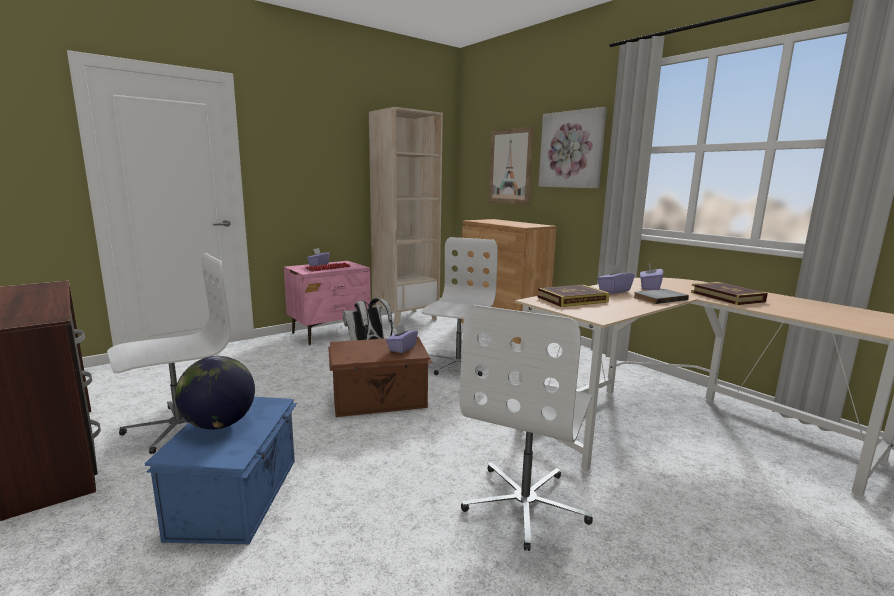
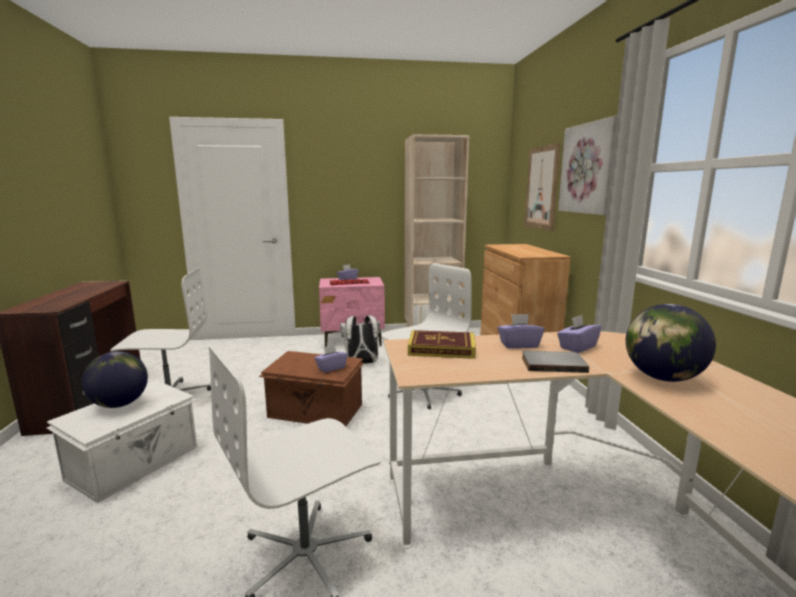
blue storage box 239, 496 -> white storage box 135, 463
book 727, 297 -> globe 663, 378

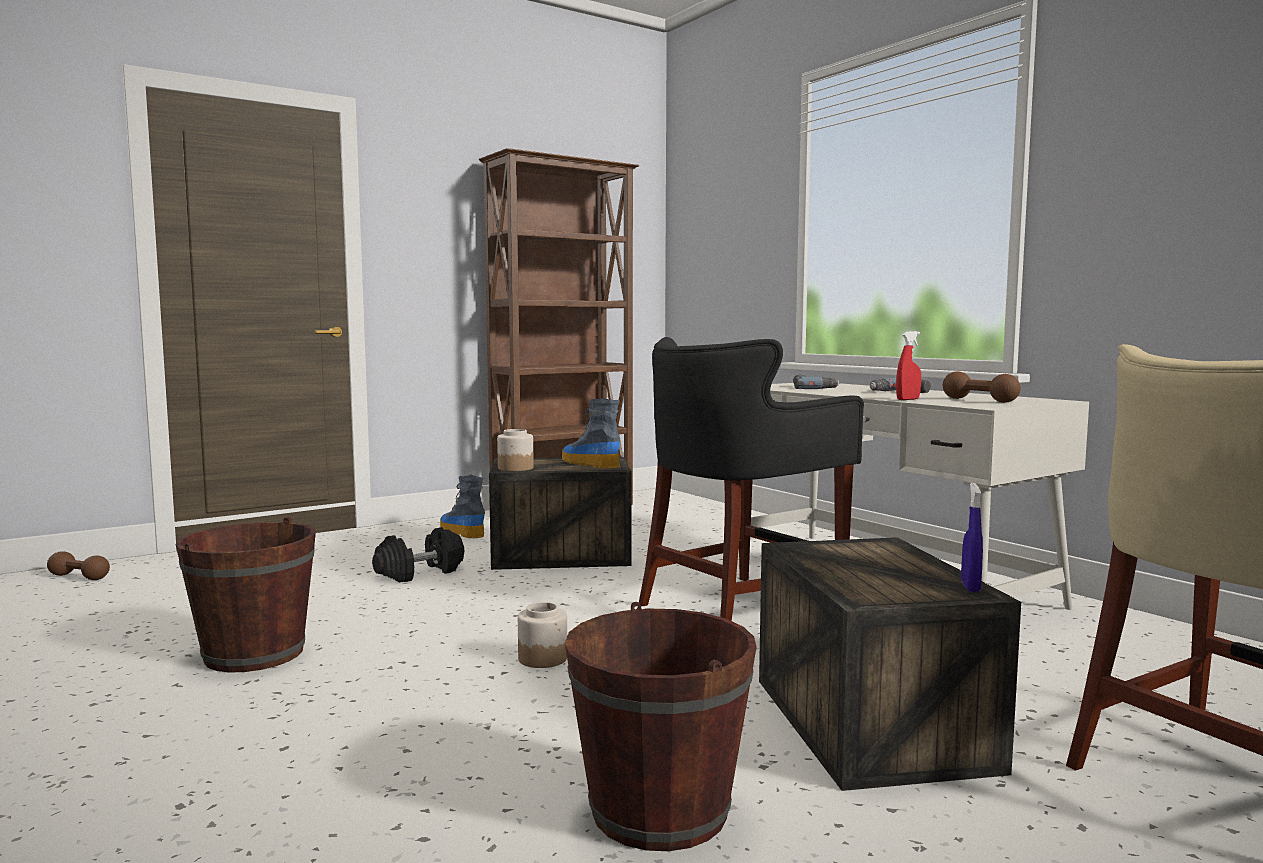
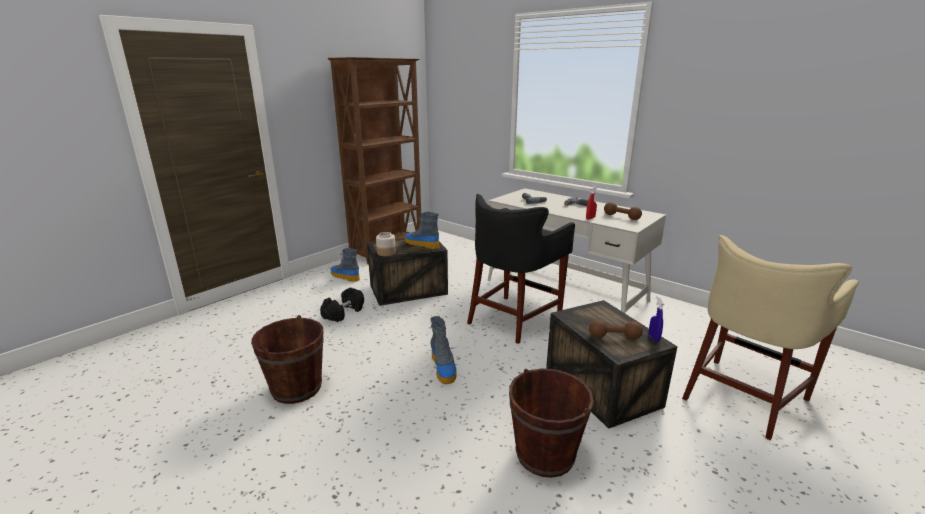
brown dumbbell 79, 577 -> brown dumbbell 614, 337, shifted
jar 543, 658 -> boot 443, 368

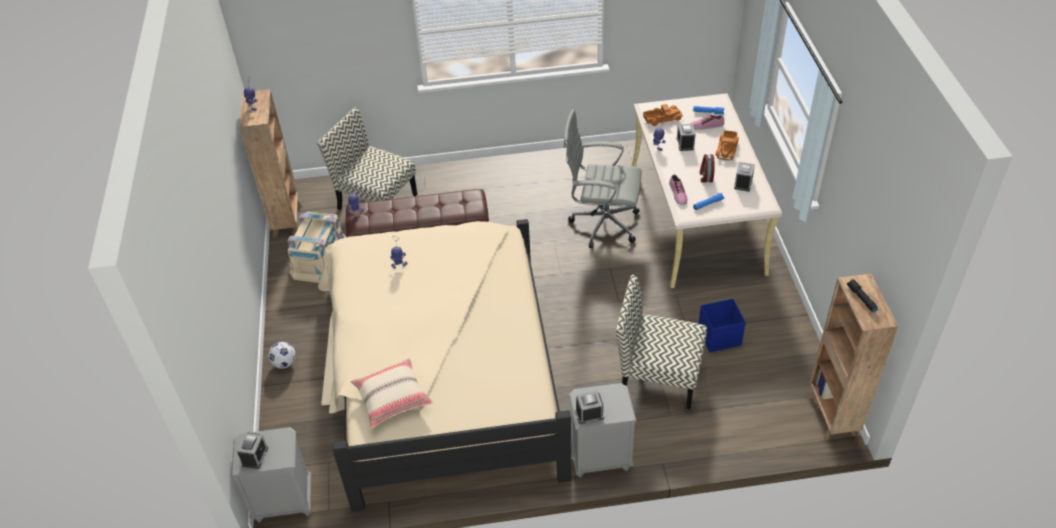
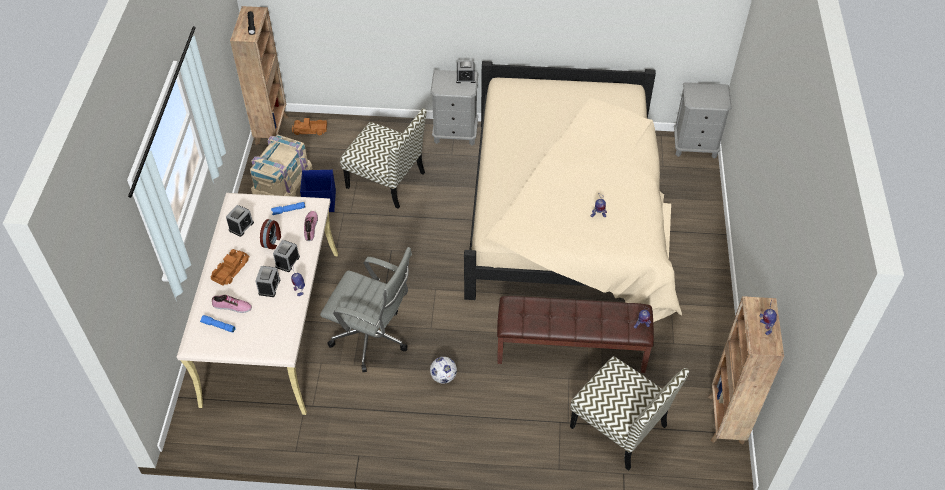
alarm clock 255, 456 -> alarm clock 287, 261, shifted
football 284, 363 -> football 443, 377, shifted
beige storage box 320, 258 -> beige storage box 282, 179, shifted
beige pillow 392, 398 -> none
toy truck 662, 118 -> toy truck 310, 130, shifted

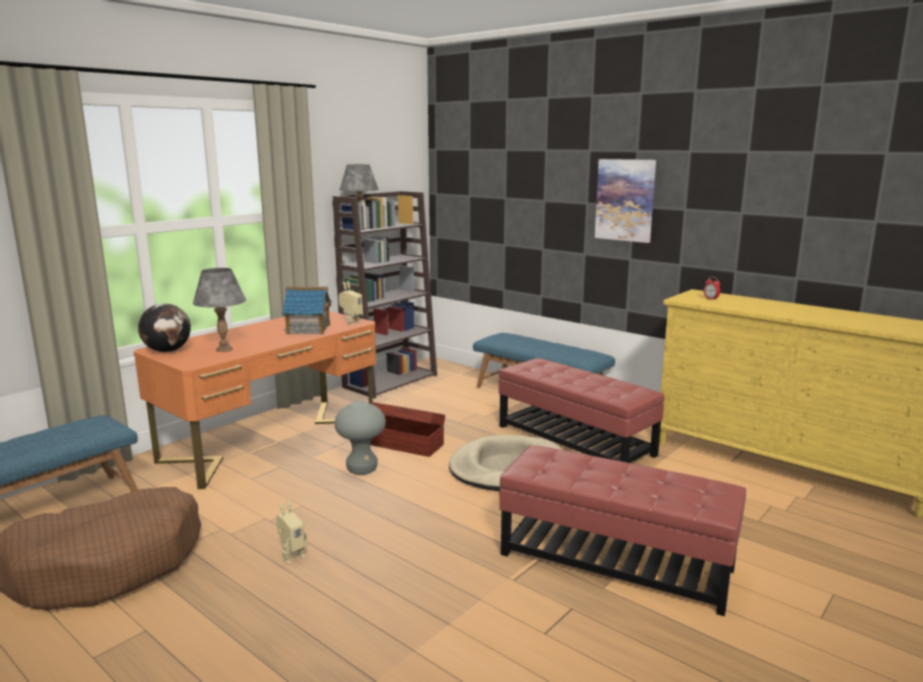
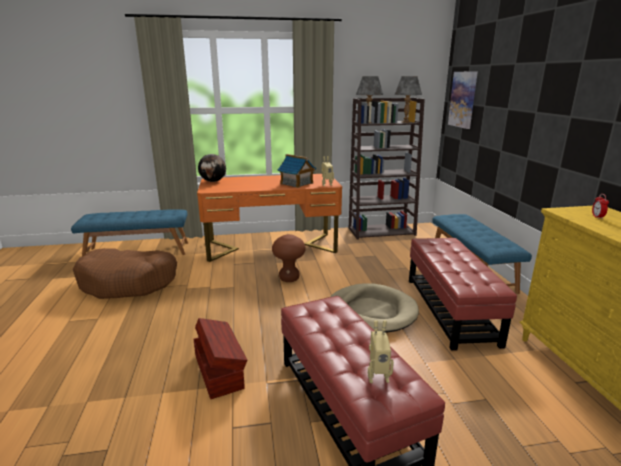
grey table lamp 224, 349 -> grey table lamp 405, 122, shifted
toy robot 292, 556 -> toy robot 377, 376, shifted
grey stool 362, 469 -> brown stool 289, 278
brown storage box 406, 444 -> brown storage box 219, 370, shifted
picture 625, 200 -> picture 463, 99, shifted

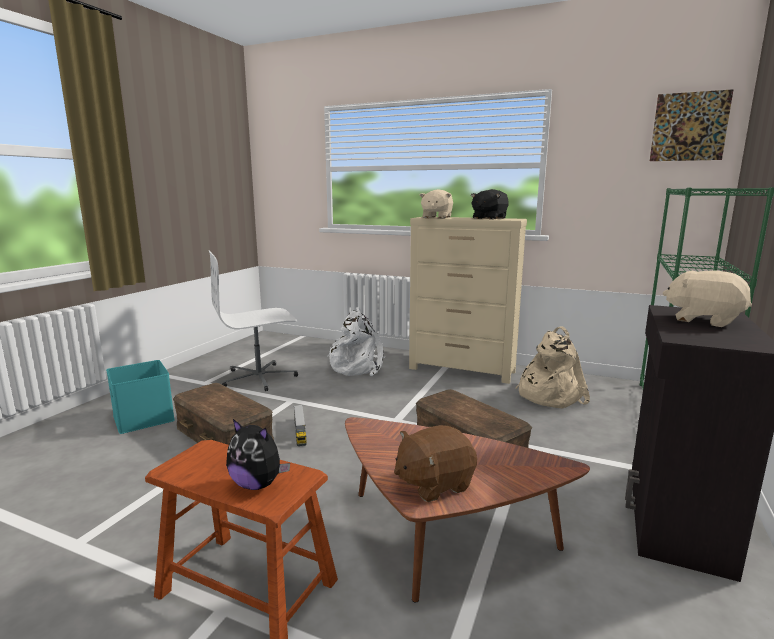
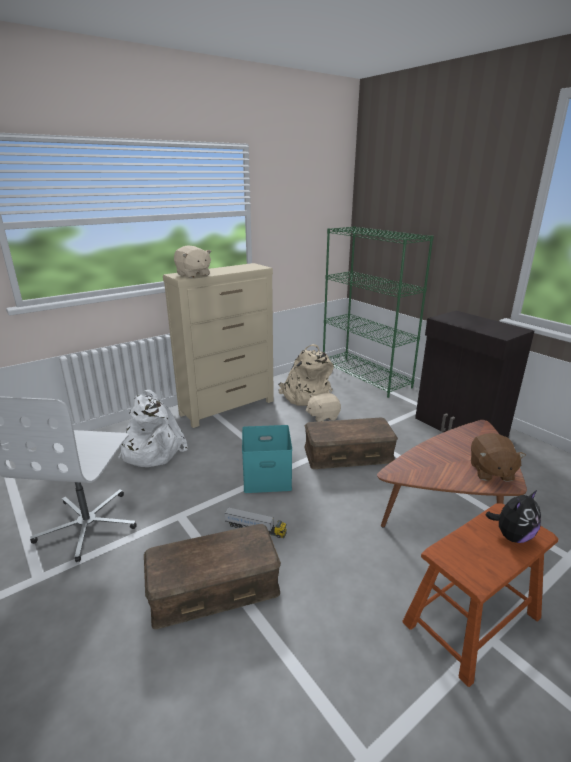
turquoise storage box 145, 418 -> turquoise storage box 268, 476, shifted
black plush toy 488, 218 -> none
picture 689, 127 -> none
beige plush toy 703, 320 -> beige plush toy 322, 416, shifted

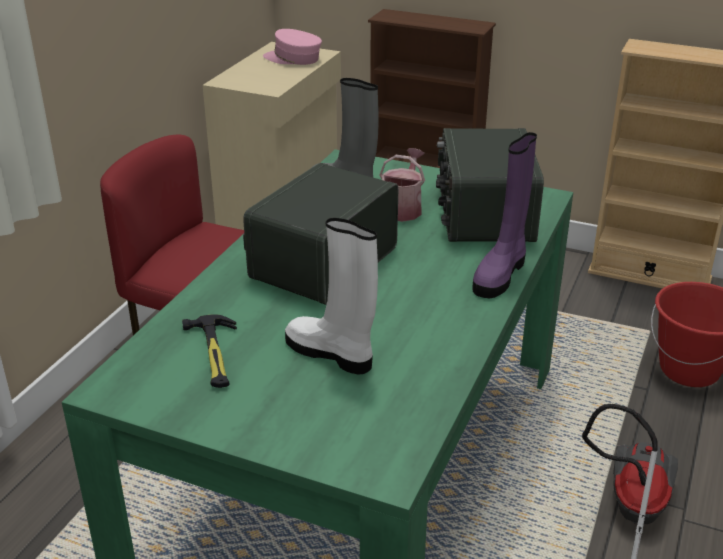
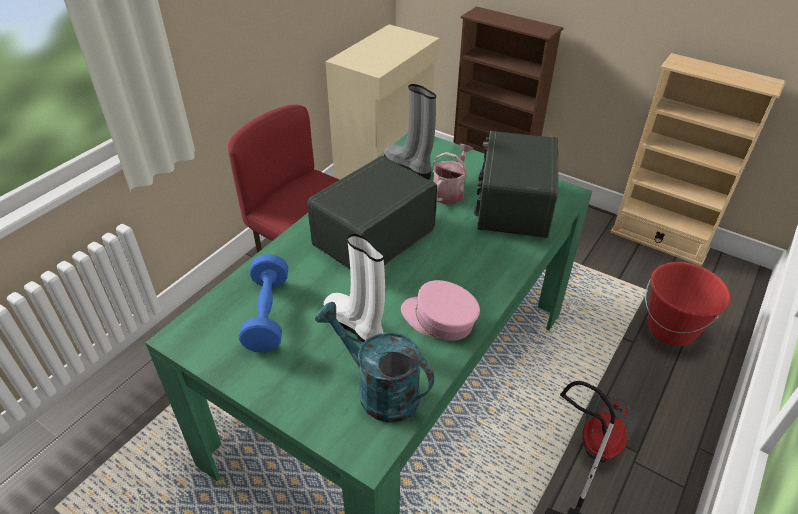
hammer 214, 354 -> blue dumbbell 267, 314
pink cap 293, 58 -> pink cap 439, 319, shifted
purple boot 500, 274 -> none
none -> turquoise watering can 378, 390

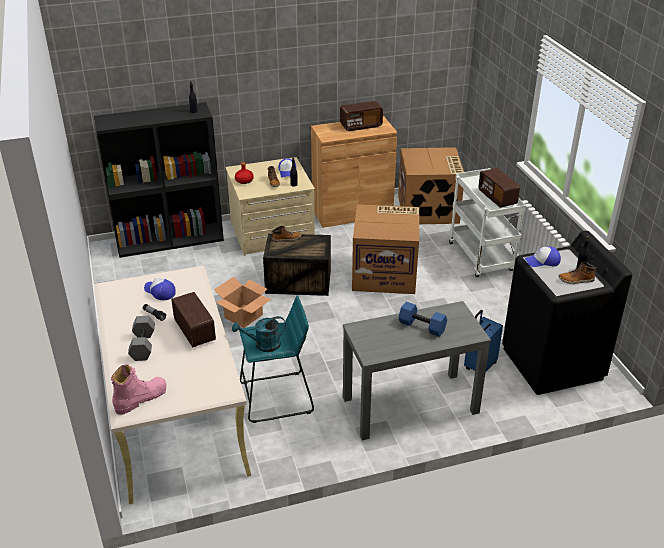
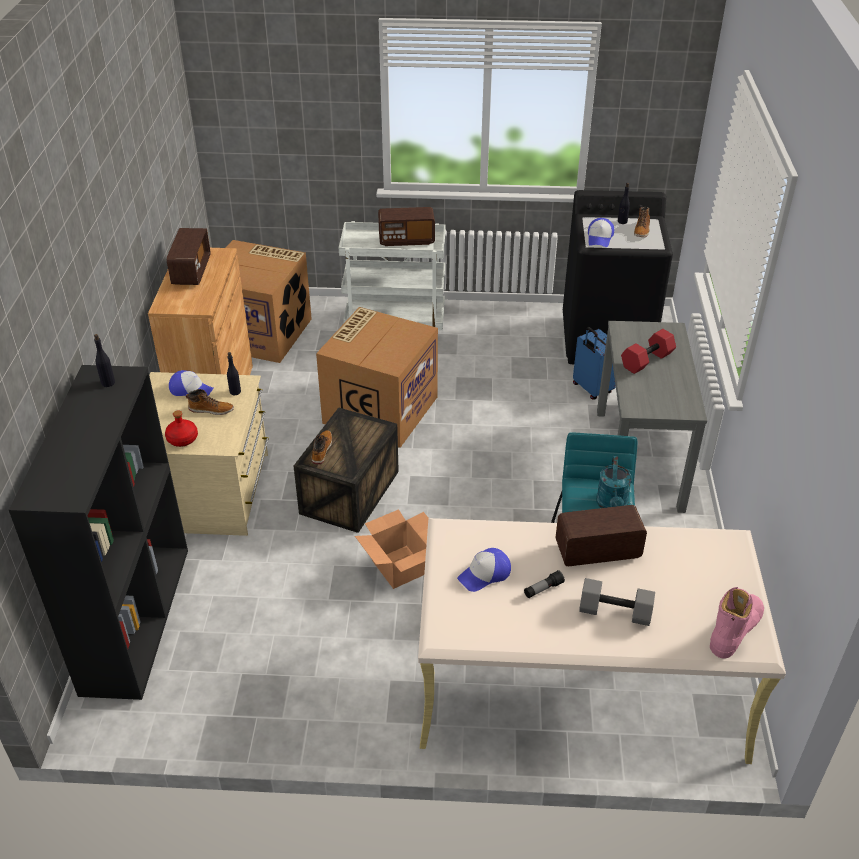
pink boot 140, 399 -> pink boot 735, 630, 60 degrees clockwise
blue dumbbell 421, 327 -> red dumbbell 647, 361

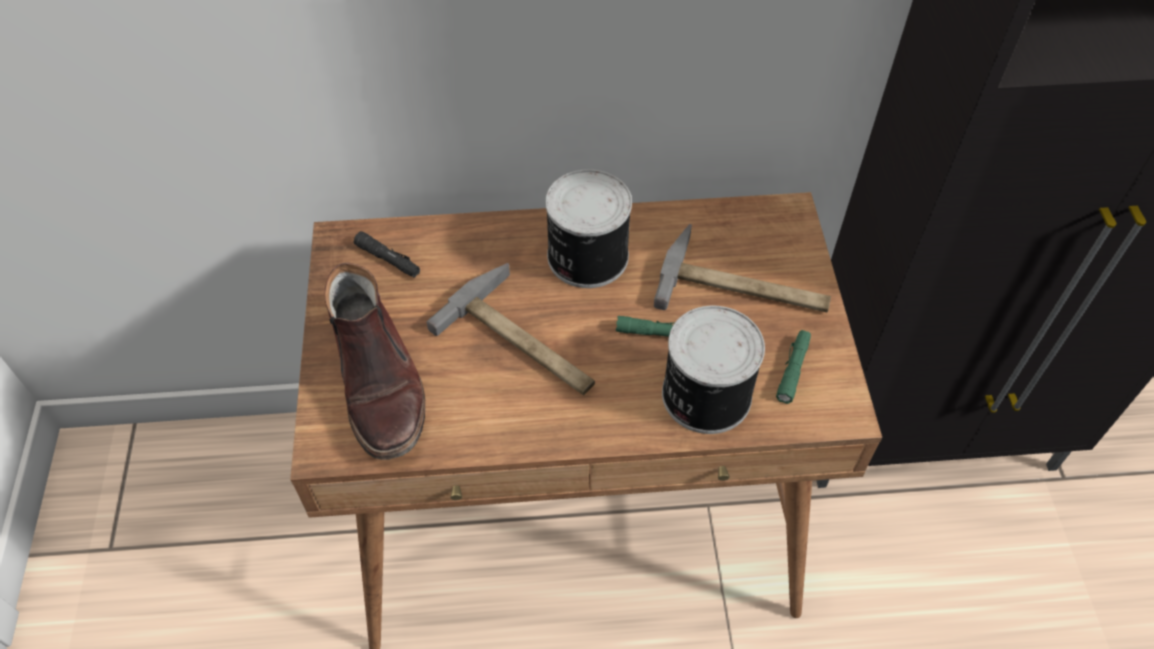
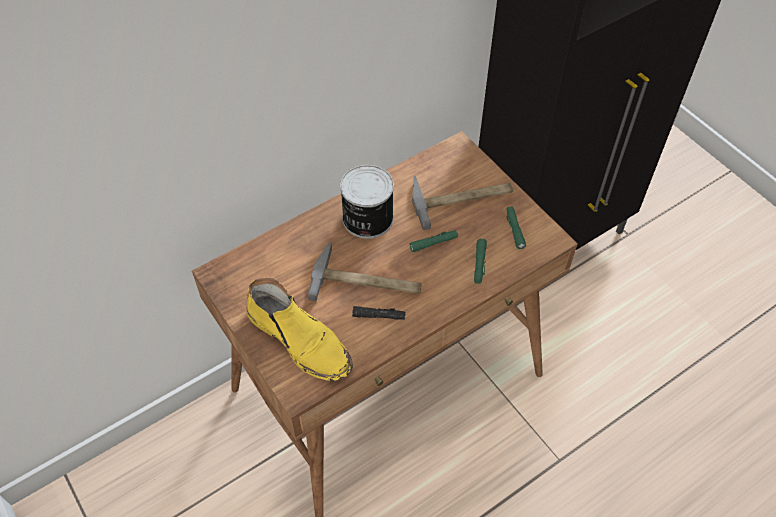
brown boot 379, 380 -> yellow boot 301, 340
black flashlight 388, 259 -> black flashlight 379, 316, shifted
can 704, 395 -> green flashlight 479, 264

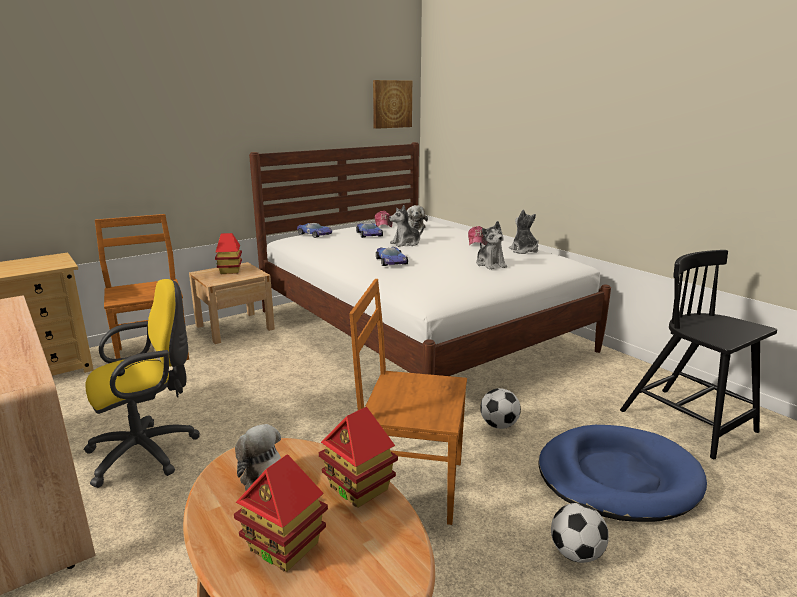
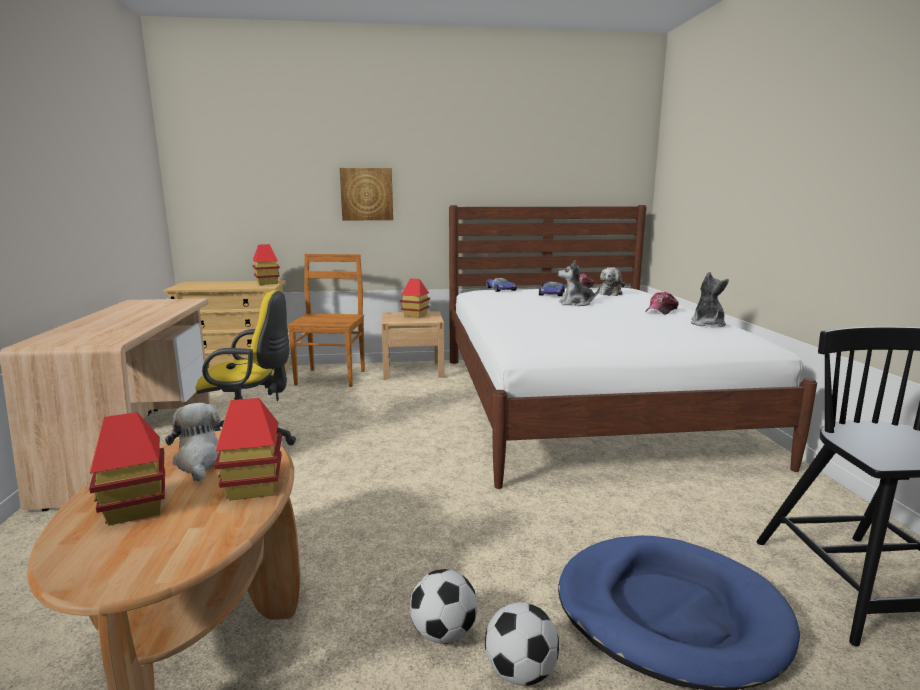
brown chair 410, 485 -> none
picture 391, 104 -> picture 367, 194, shifted
toy car 391, 261 -> none
plush toy 490, 264 -> none
football 499, 425 -> football 444, 633, shifted
none -> toy house 267, 283

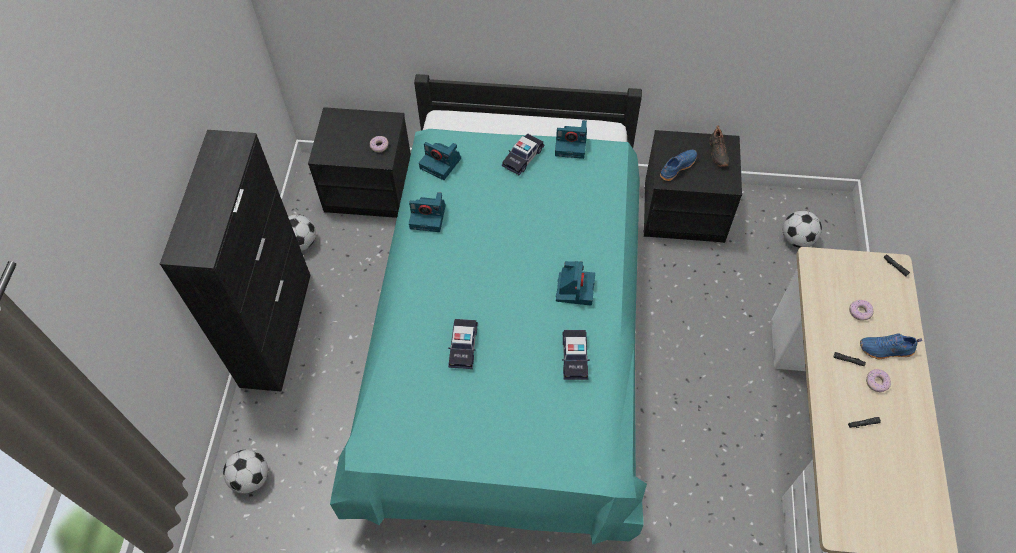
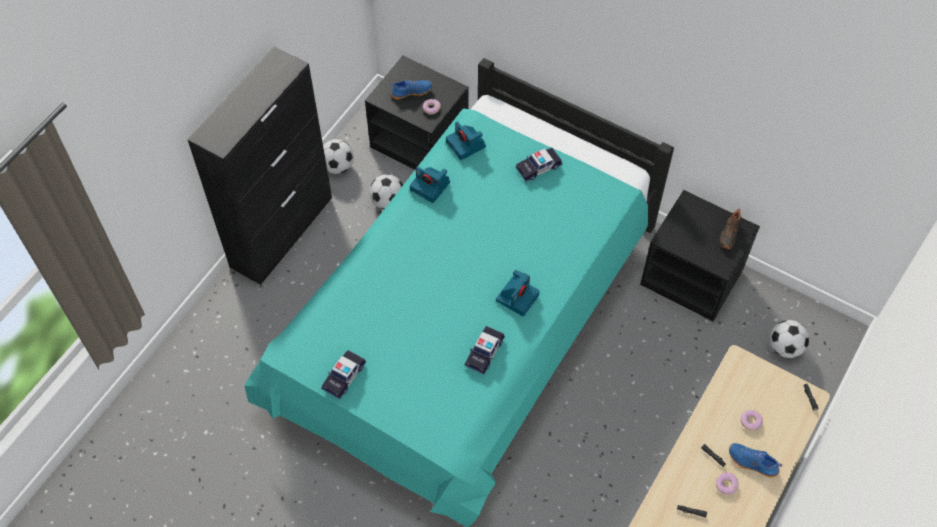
football 251, 478 -> football 388, 202, shifted
toy car 463, 346 -> toy car 344, 376, shifted
photo camera 571, 144 -> none
blue shoe 677, 167 -> blue shoe 411, 91, shifted

